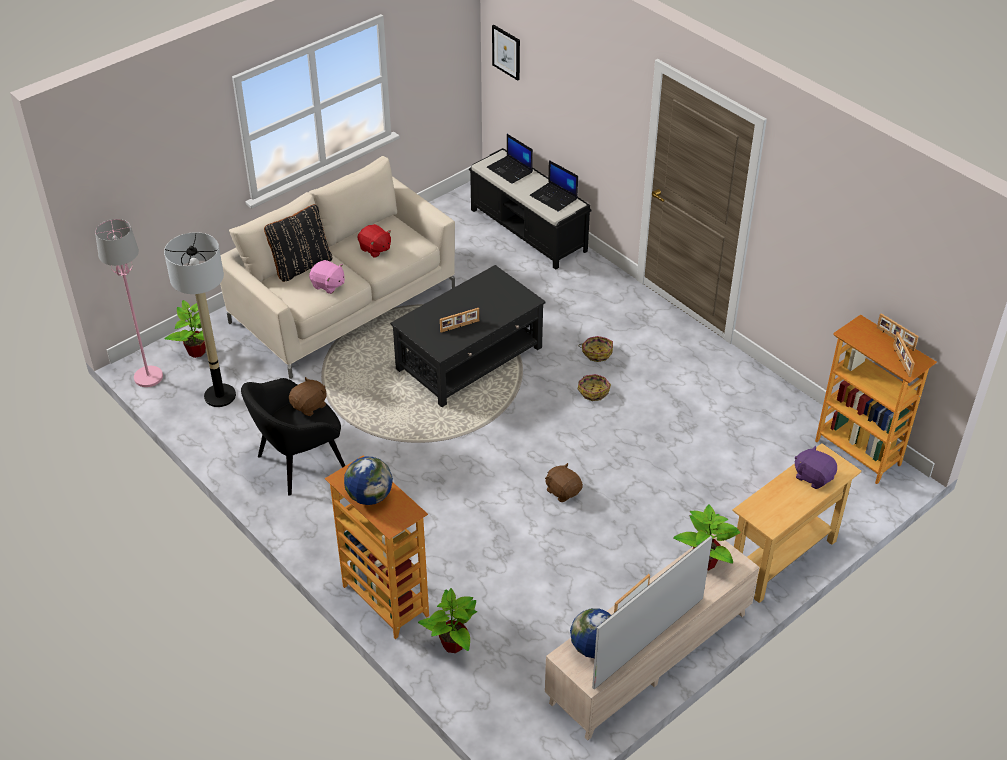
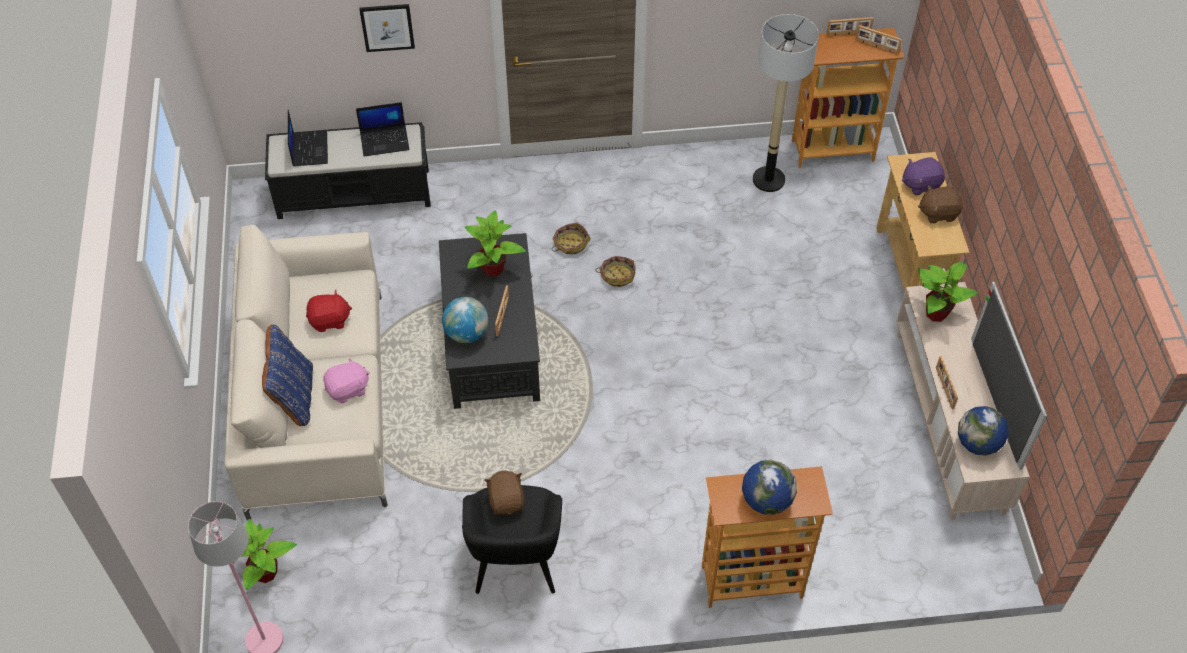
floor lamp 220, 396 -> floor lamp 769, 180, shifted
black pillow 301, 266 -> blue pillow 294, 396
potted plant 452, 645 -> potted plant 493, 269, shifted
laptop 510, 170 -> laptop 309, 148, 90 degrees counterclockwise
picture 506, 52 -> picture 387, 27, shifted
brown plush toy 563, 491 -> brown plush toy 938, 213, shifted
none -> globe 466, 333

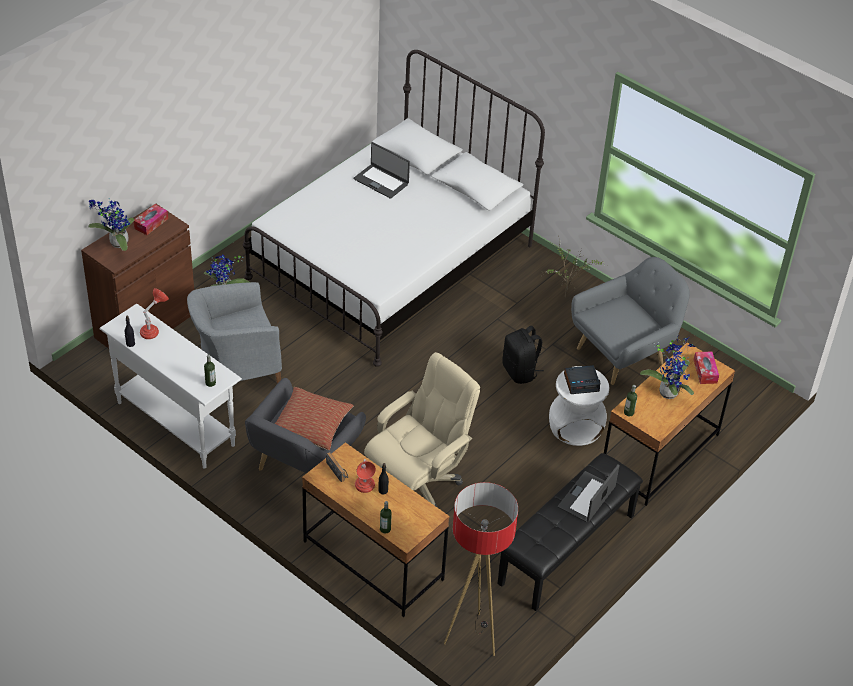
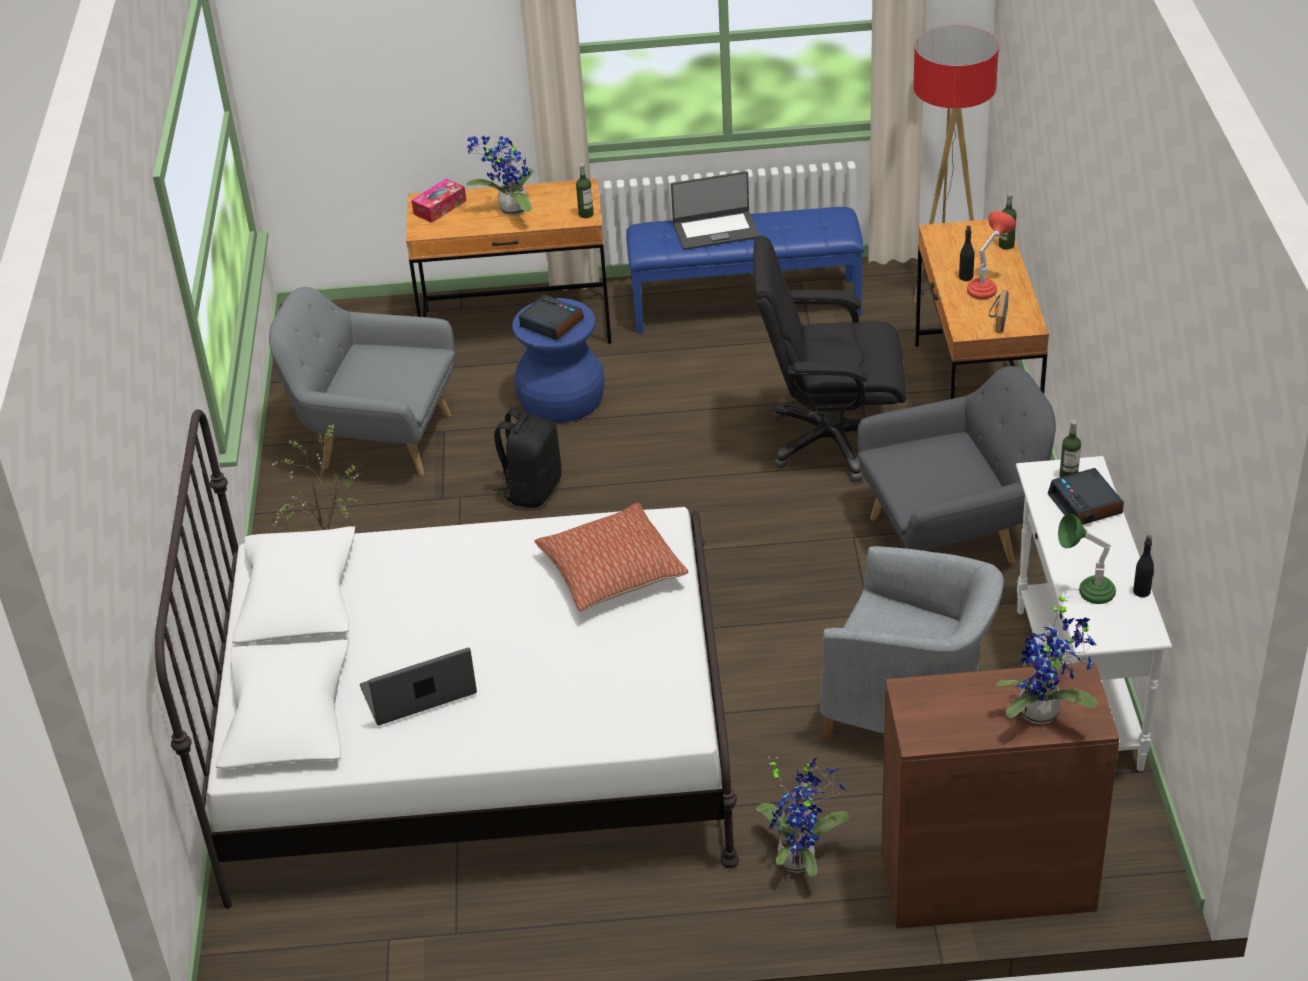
tissue box 151, 223 -> none
red table lamp 154, 330 -> green table lamp 1086, 592
pillow 311, 425 -> pillow 611, 572, shifted
laptop 381, 181 -> laptop 419, 692, 105 degrees counterclockwise
beige office chair 417, 486 -> black office chair 830, 440
black bench 567, 549 -> blue bench 746, 304
white stool 576, 426 -> blue stool 560, 399
none -> alarm clock 1086, 505

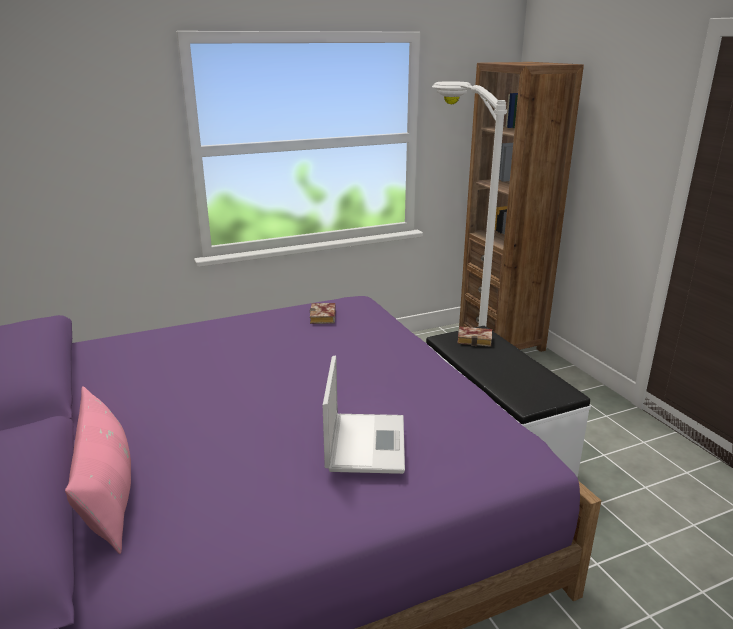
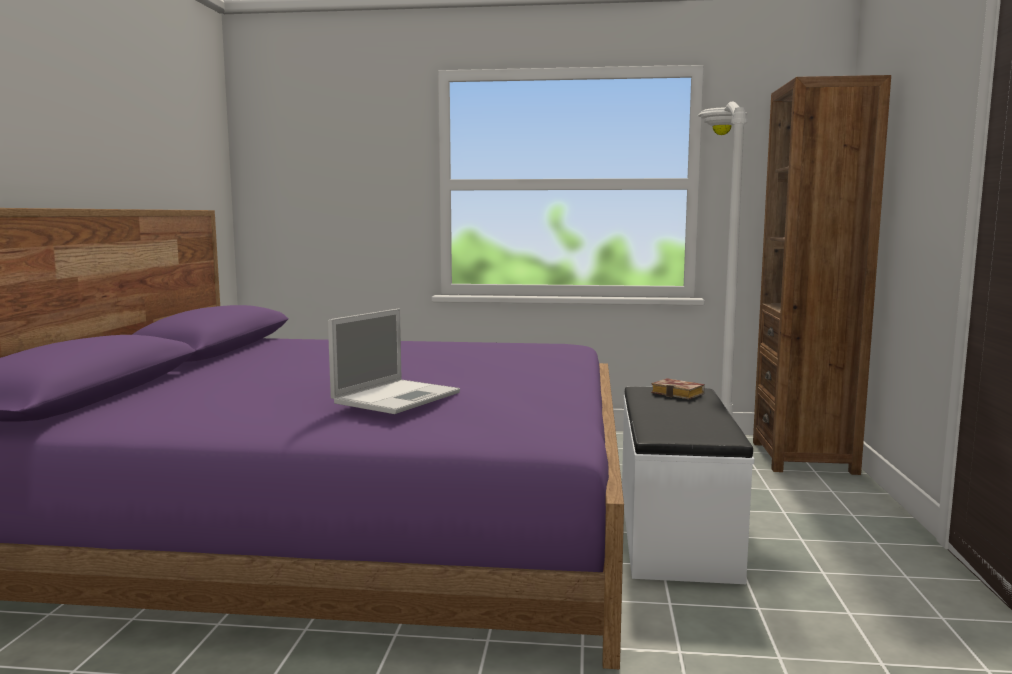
pink pillow 108, 493 -> none
book 324, 317 -> none

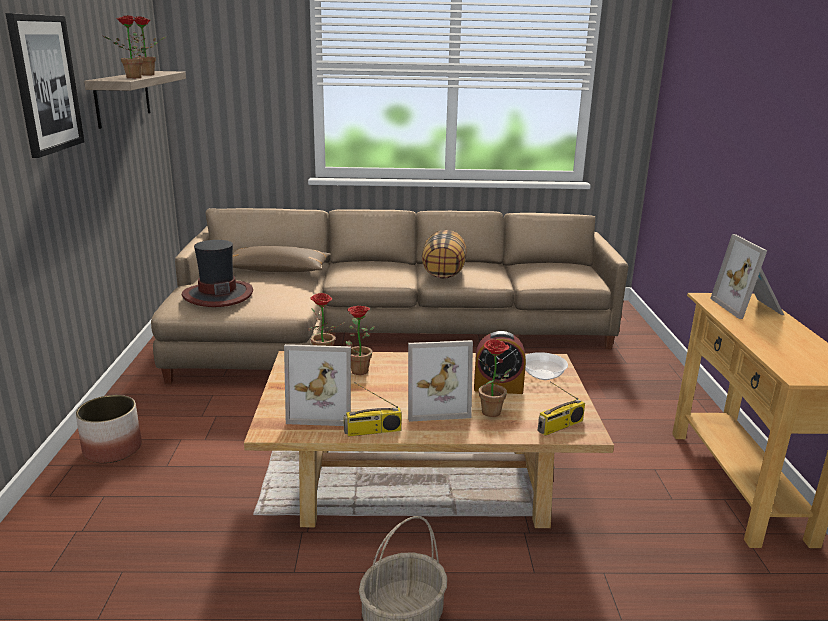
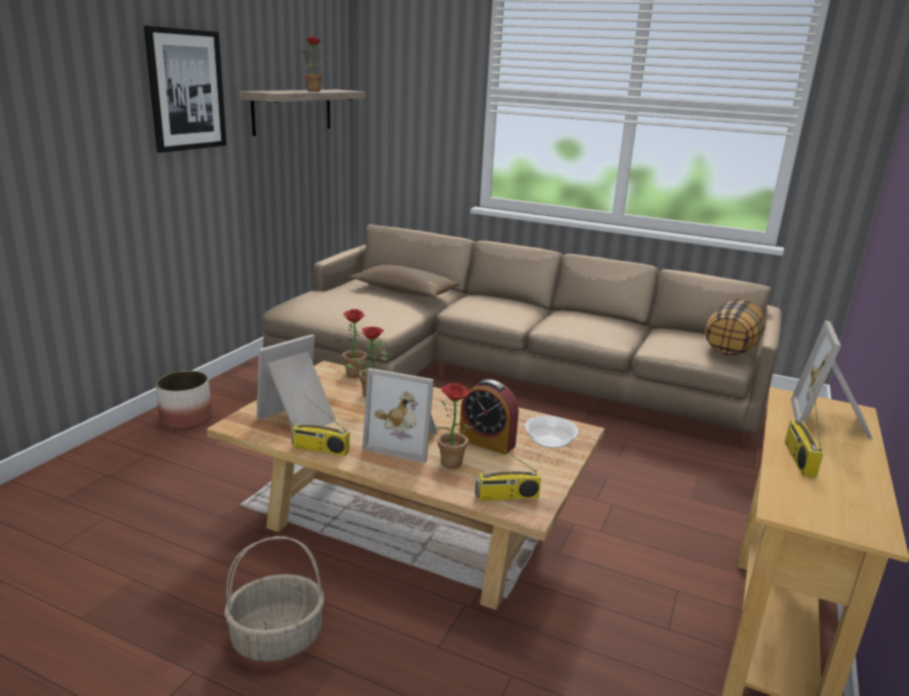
potted plant 130, 78 -> none
hat 217, 294 -> none
picture frame 322, 409 -> picture frame 300, 418, 105 degrees clockwise
pillow 444, 273 -> pillow 731, 349, shifted
none -> radio 798, 458

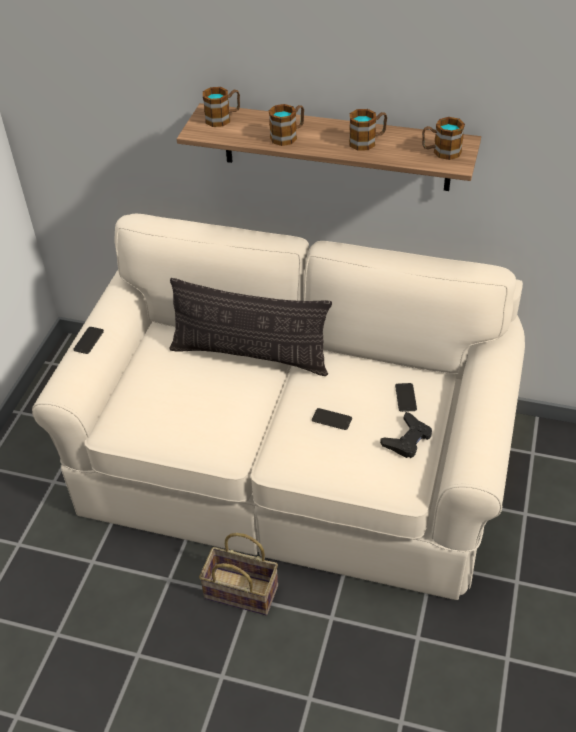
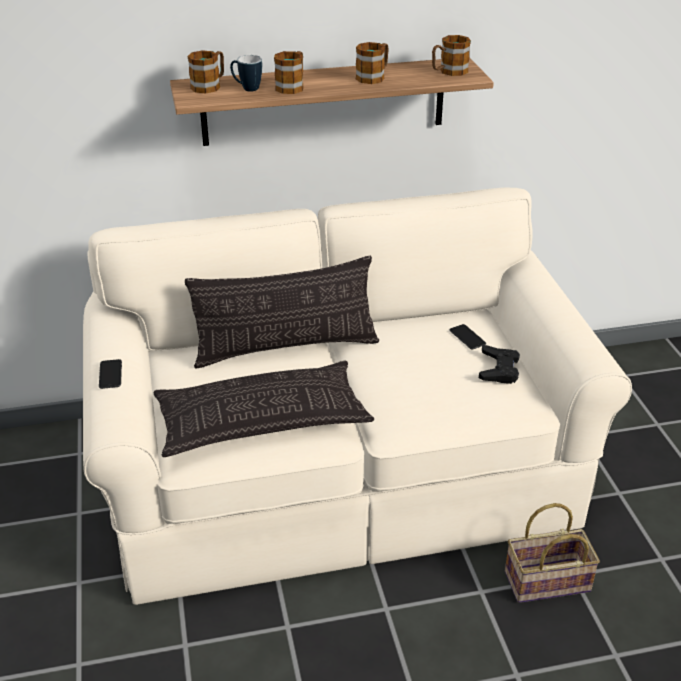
basket 239, 593 -> basket 545, 583, shifted
phone 331, 419 -> none
none -> pillow 262, 420
none -> mug 246, 88

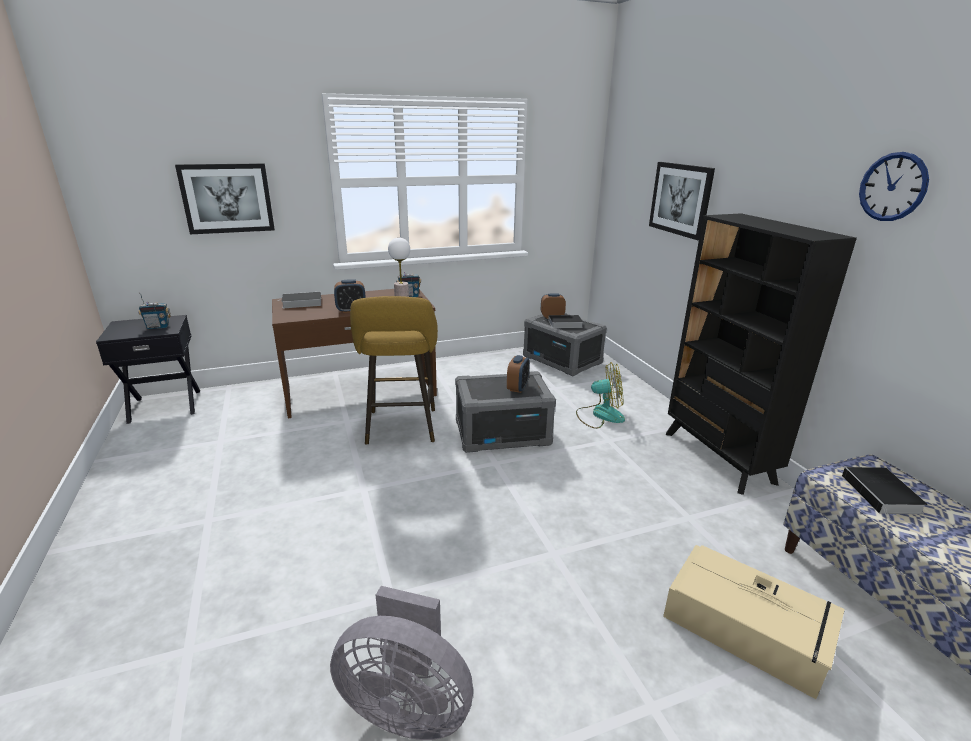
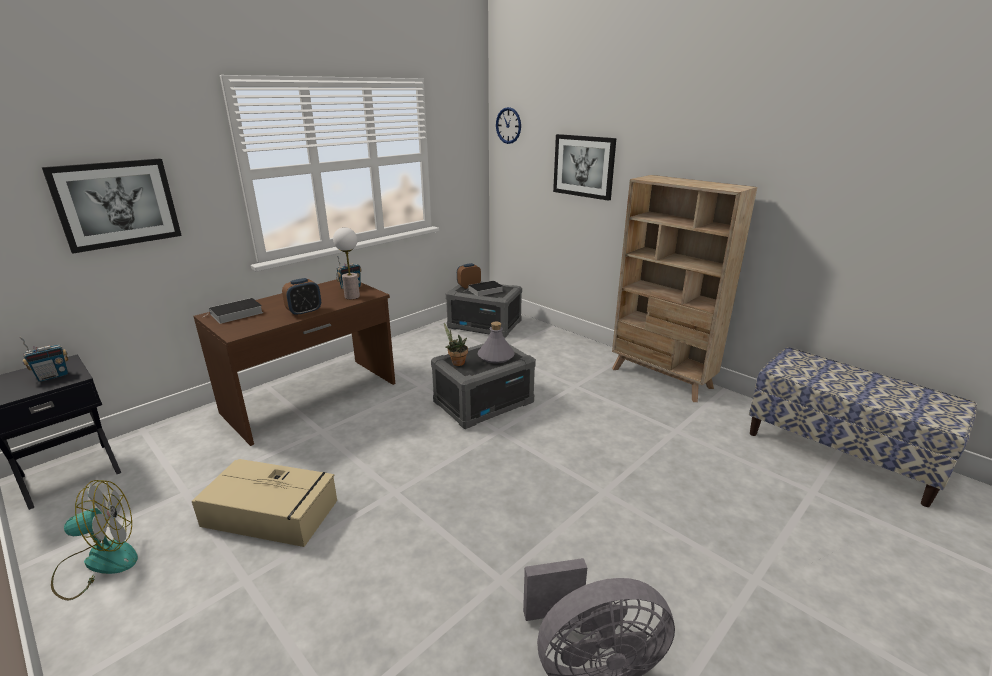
yellow stool 401, 429 -> none
alarm clock 517, 388 -> grey bottle 495, 356
fan 600, 415 -> fan 98, 562, shifted
beige storage box 748, 629 -> beige storage box 272, 513, shifted
black bookcase 718, 457 -> beige bookcase 661, 378
book 882, 495 -> none
wall clock 893, 187 -> wall clock 508, 125, shifted
none -> potted plant 456, 362

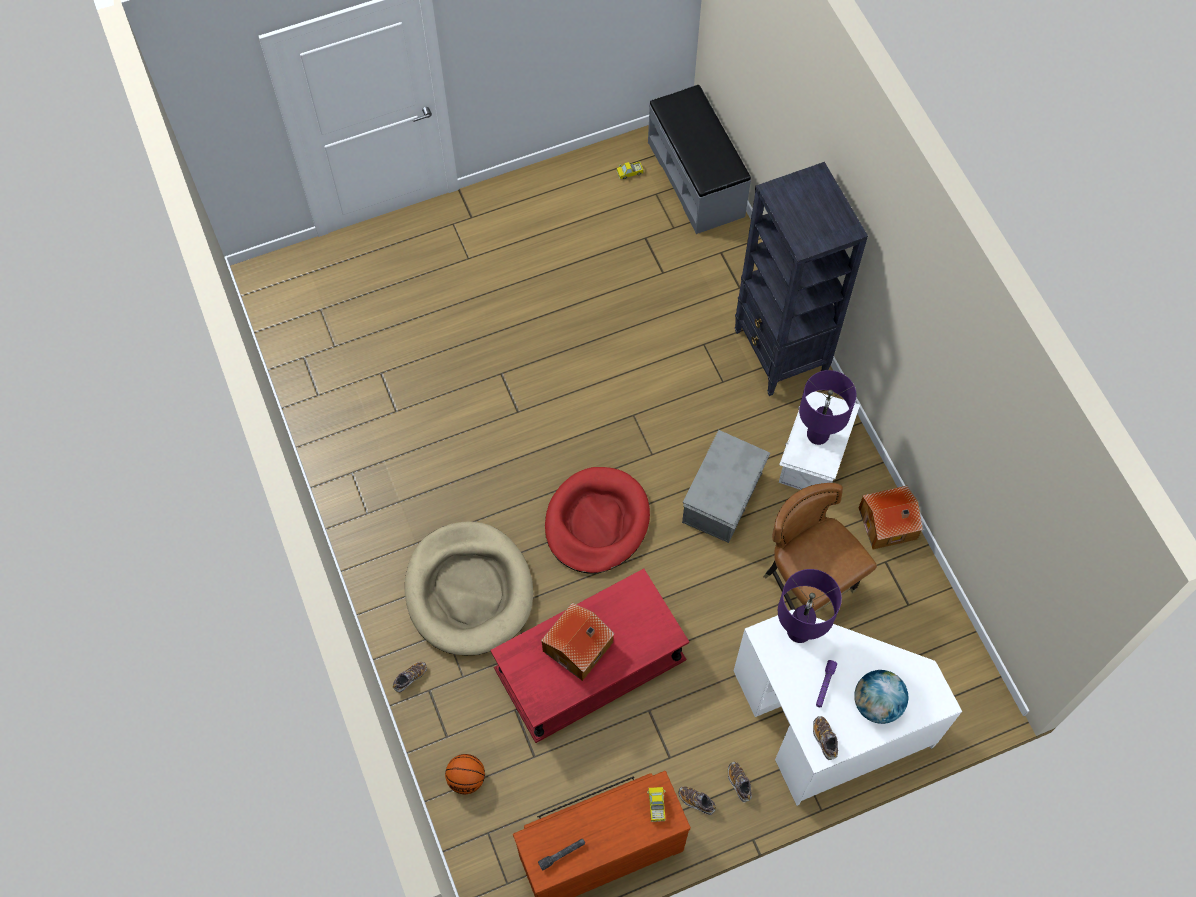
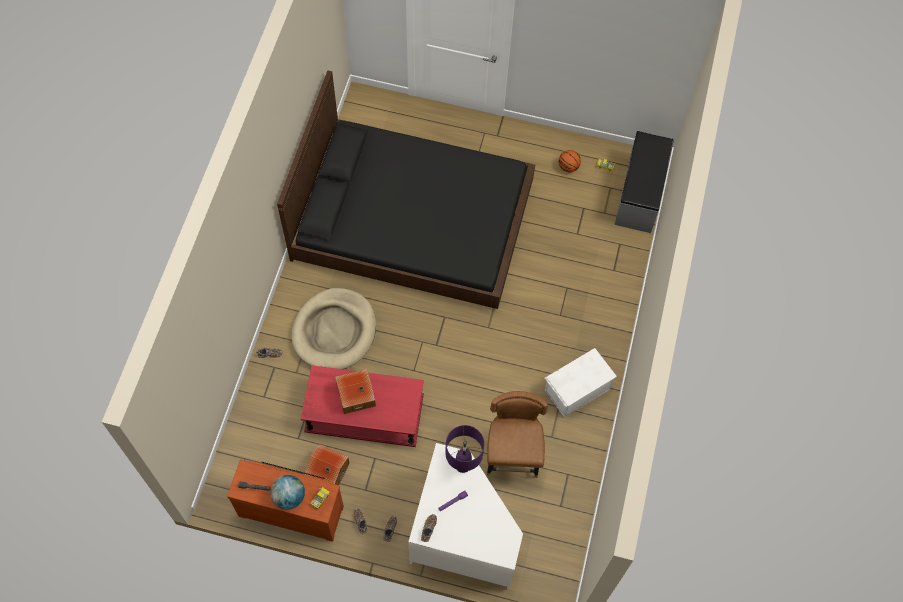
basketball 466, 778 -> basketball 568, 167, shifted
red dog bed 596, 522 -> none
grey storage box 723, 498 -> none
black bookcase 780, 353 -> none
purple table lamp 818, 435 -> none
globe 876, 704 -> globe 289, 496, shifted
toy house 888, 524 -> toy house 328, 472, shifted
none -> black bed 412, 219

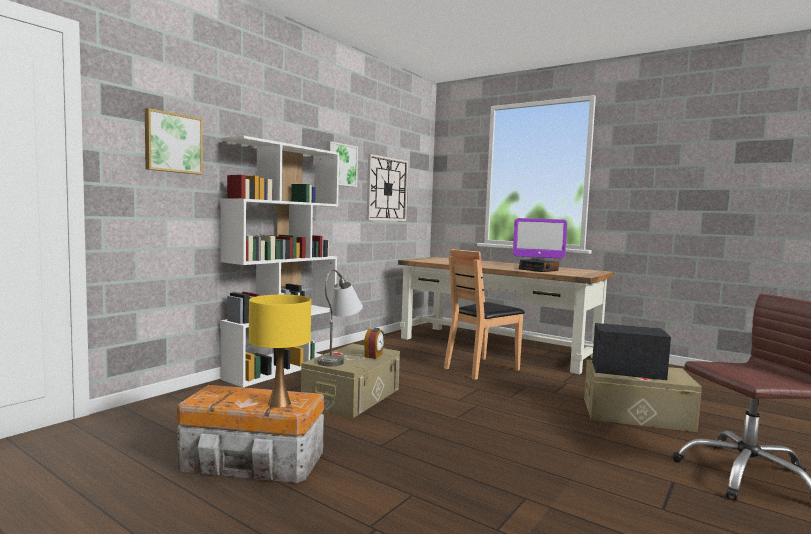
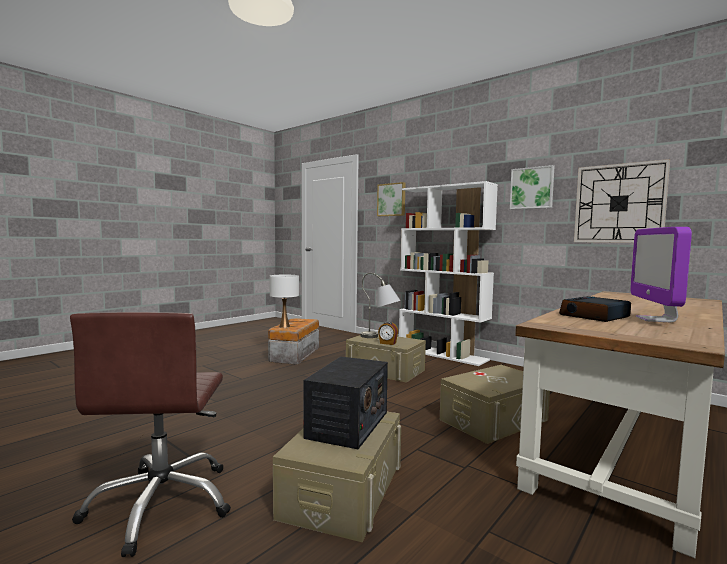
yellow table lamp 279, 403 -> white table lamp 284, 326
brown chair 481, 369 -> beige storage box 494, 420

